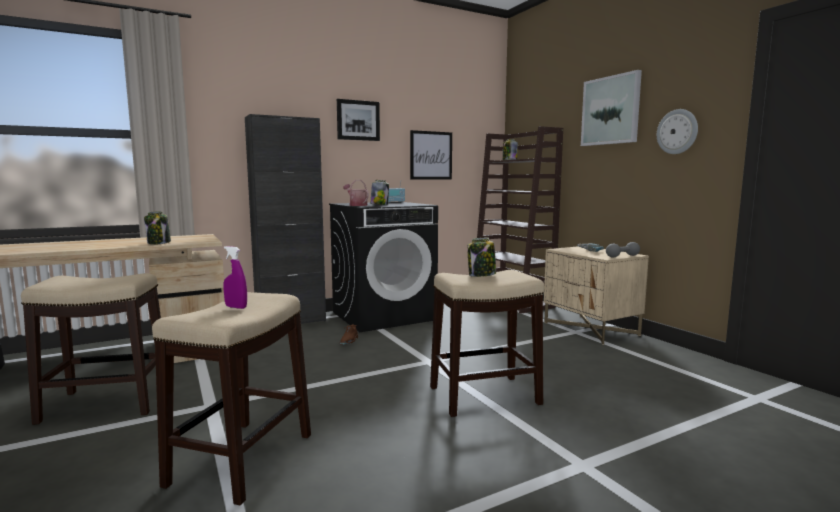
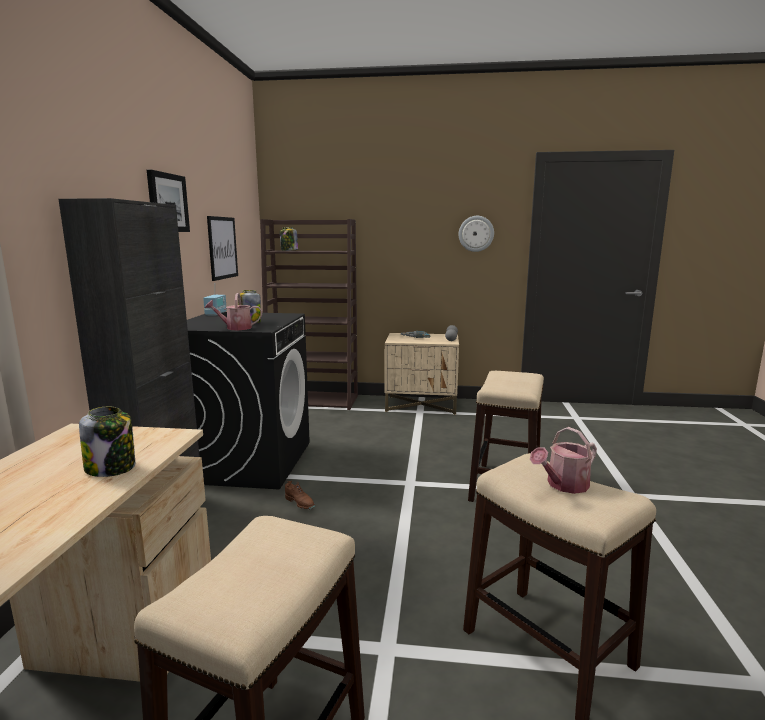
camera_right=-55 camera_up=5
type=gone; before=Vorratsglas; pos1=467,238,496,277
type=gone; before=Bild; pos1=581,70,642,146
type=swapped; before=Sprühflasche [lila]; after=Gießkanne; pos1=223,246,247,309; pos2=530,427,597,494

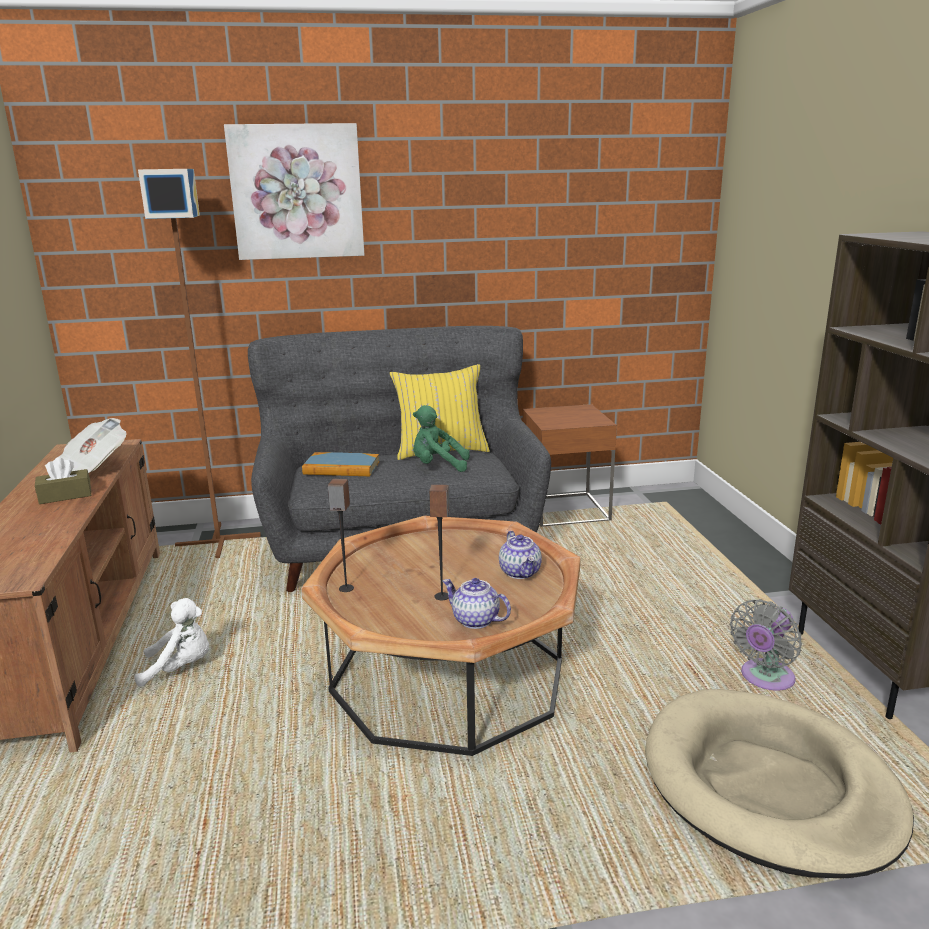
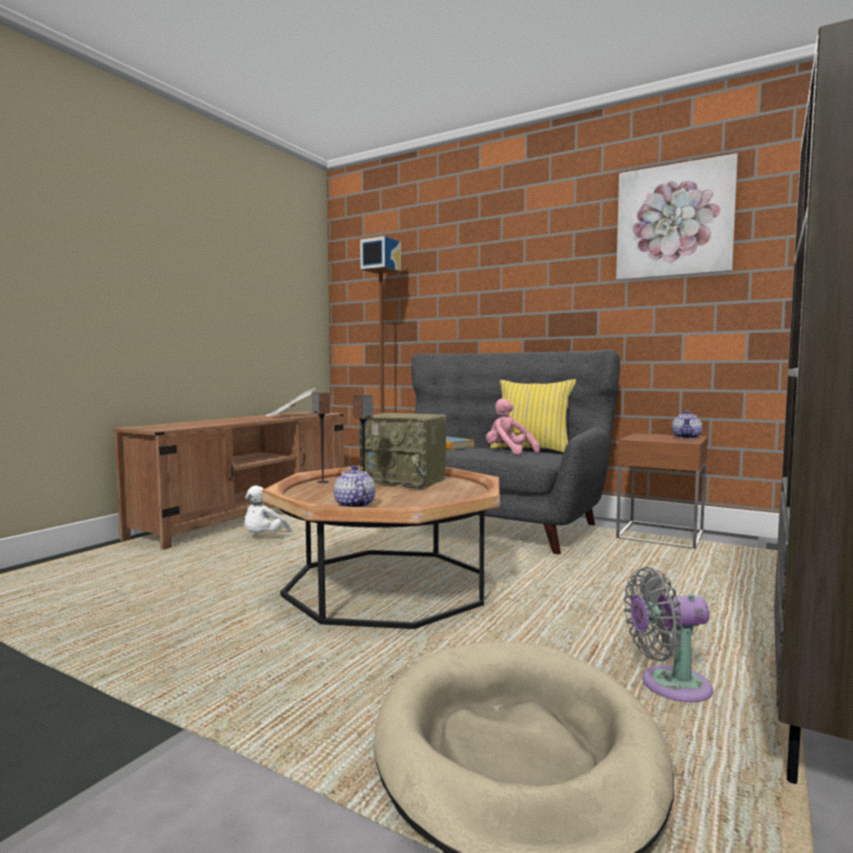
camera_right=40 camera_up=-15
type=gone; before=Taschentuchbox [braun]; pos1=35,457,91,504
type=new; after=Radio; pos2=359,413,446,489
type=shifted; before=Bild; pos1=224,123,364,260; pos2=616,153,738,280
type=shifted; before=Teekanne; pos1=499,531,542,579; pos2=672,410,702,439
type=repainted; before=Plüschtier [grün]; after=Plüschtier [rosa]; pos1=413,405,470,472; pos2=486,398,540,455
type=rotated; before=Plüschtier [weiß]; pos1=134,598,209,687; pos2=244,485,291,533; turn=75

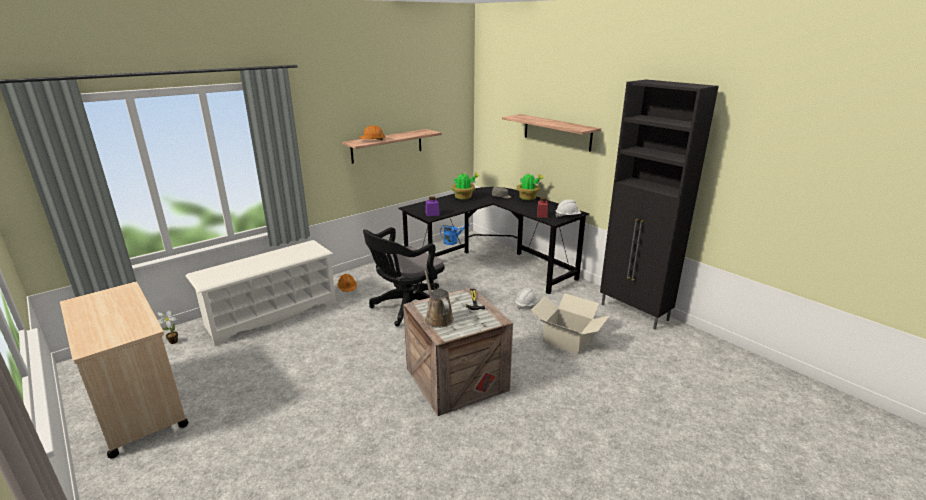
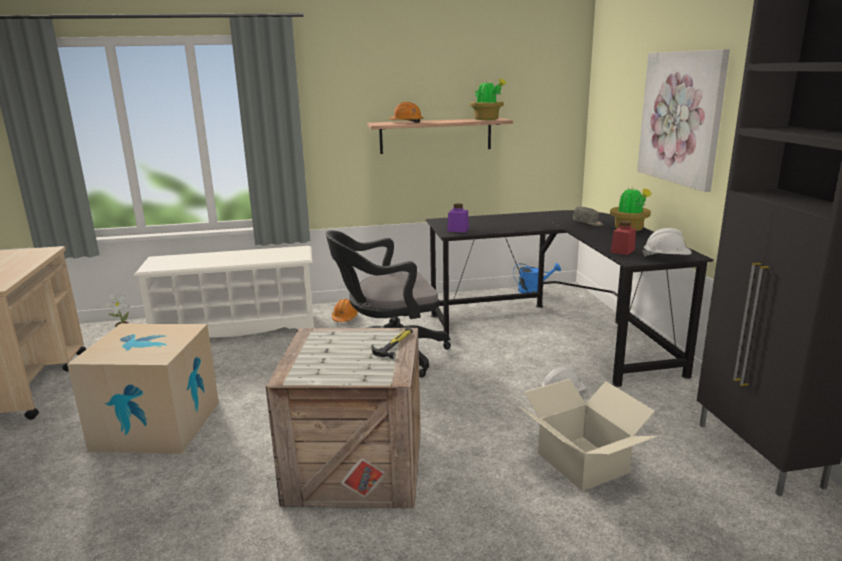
camera_right=30 camera_up=-5
type=gone; before=Gießkanne [braun]; pos1=424,270,454,328
type=new; after=Karton; pos2=67,324,219,454
type=shifted; before=Topfpflanze; pos1=452,172,479,200; pos2=469,78,506,120
type=swapped; before=Wandregal; after=Bild; pos1=502,114,601,152; pos2=637,49,730,192

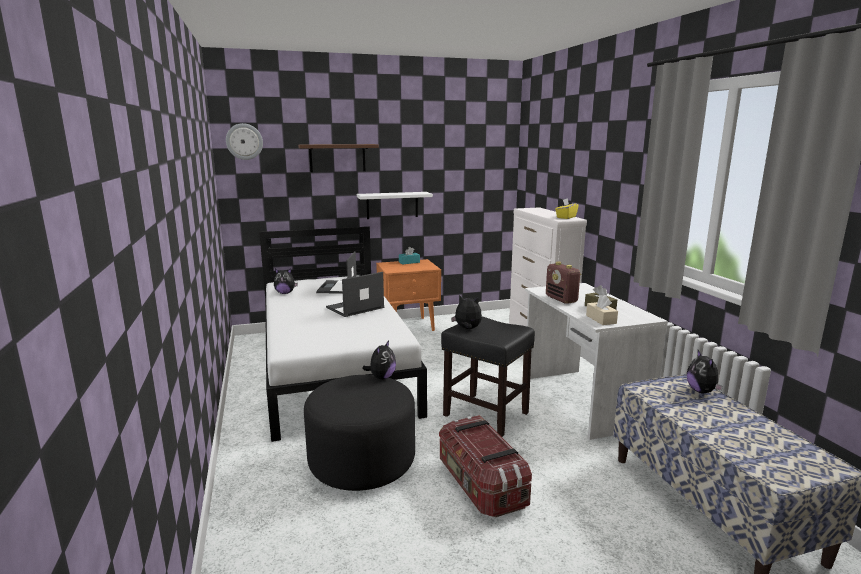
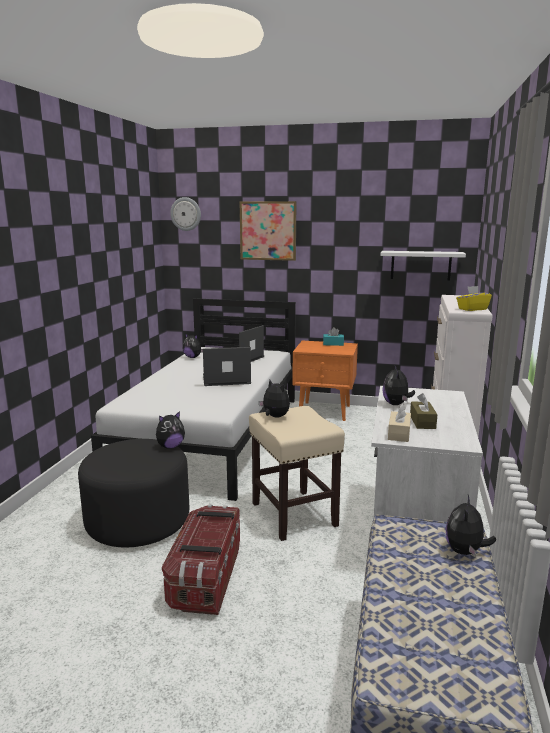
camera_right=30 camera_up=0
type=shifted; before=Wandregal [weiß]; pos1=357,192,433,219; pos2=380,251,466,280
type=swapped; before=Wandregal [braun]; after=Bild; pos1=298,144,379,172; pos2=240,201,297,261
type=swapped; before=Radio; after=Plüschtier; pos1=546,261,581,304; pos2=382,364,415,405
type=repainted; before=Hocker [schwarz]; after=Hocker [beige]; pos1=441,317,535,437; pos2=249,406,345,541

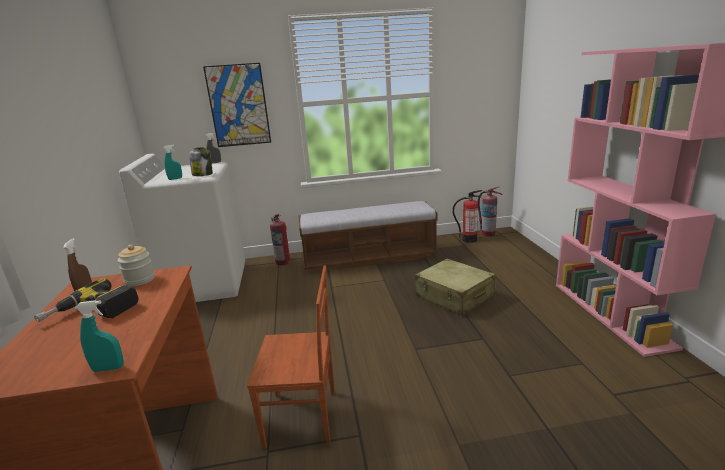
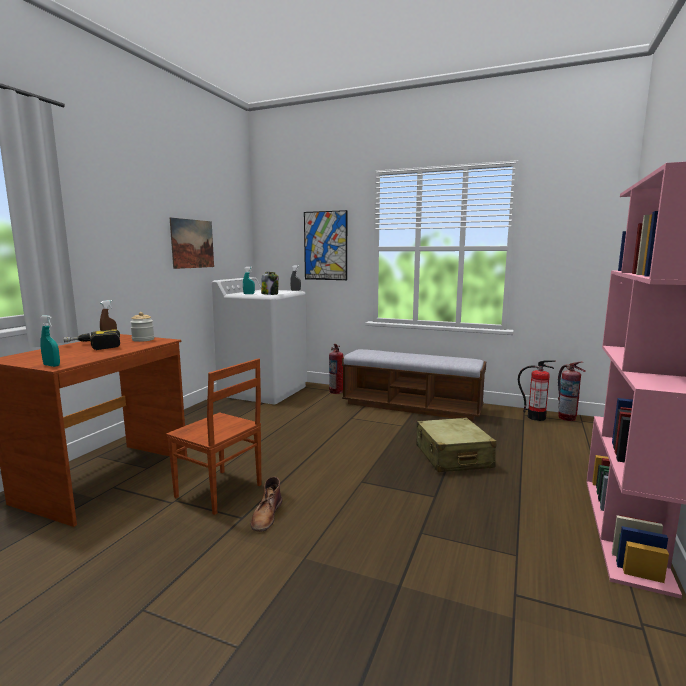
camera_right=30 camera_up=-10
type=new; after=Bild; pos2=170,217,214,269
type=new; after=Stiefel [braun]; pos2=251,477,282,532

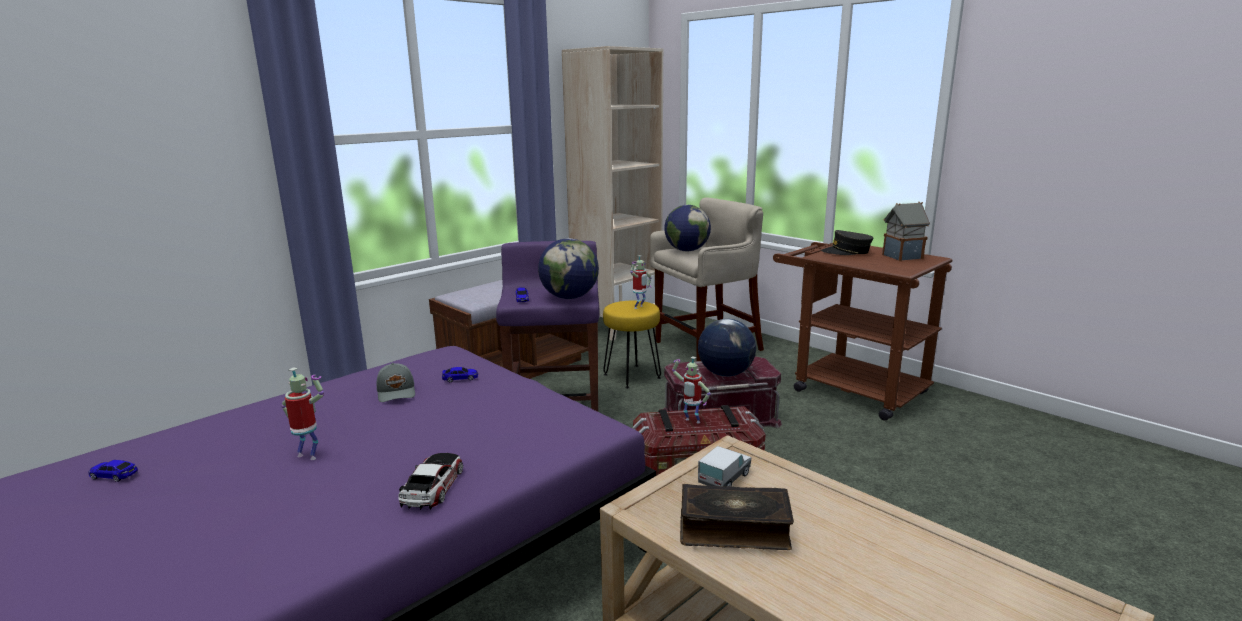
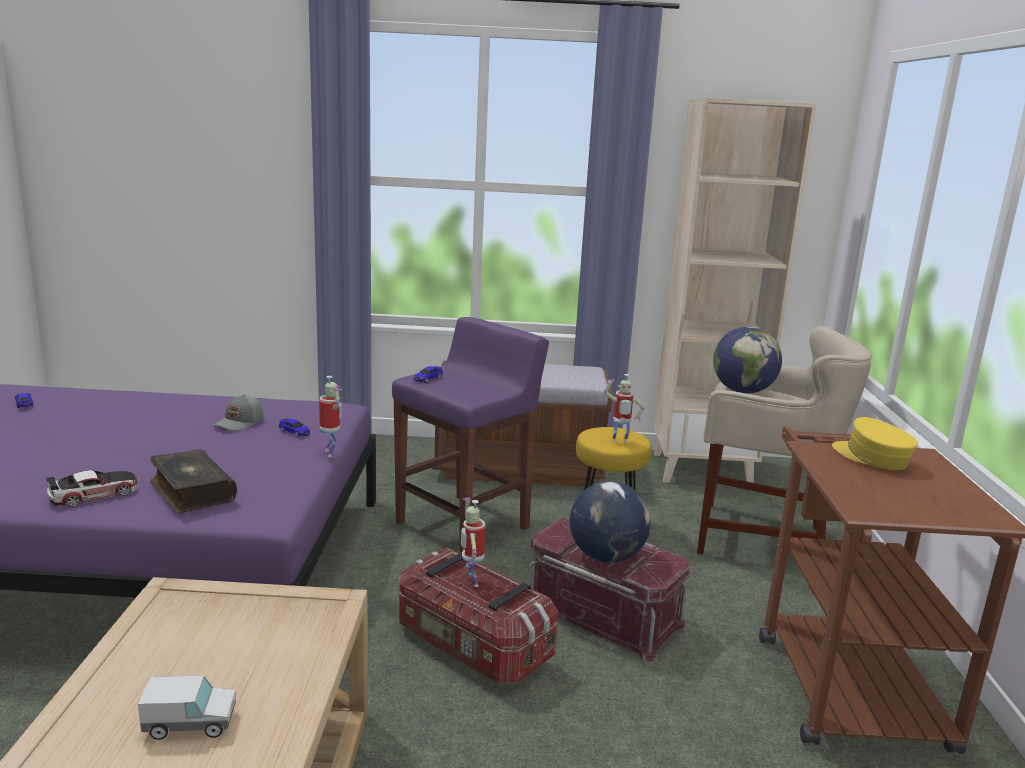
camera_right=45 camera_up=0
type=gone; before=Globus; pos1=538,238,599,299
type=gone; before=Spielzeughaus; pos1=882,202,930,261
type=shifted; before=Spielzeugroboter; pos1=281,368,324,460; pos2=319,376,342,457
type=shifted; before=Buch; pos1=680,484,794,550; pos2=150,449,237,513
type=shifted; before=Spielzeuglaster; pos1=698,446,751,487; pos2=138,676,236,740
type=repainted; before=Kappe [grau]; after=Kappe [gelb]; pos1=821,230,873,255; pos2=832,417,918,470

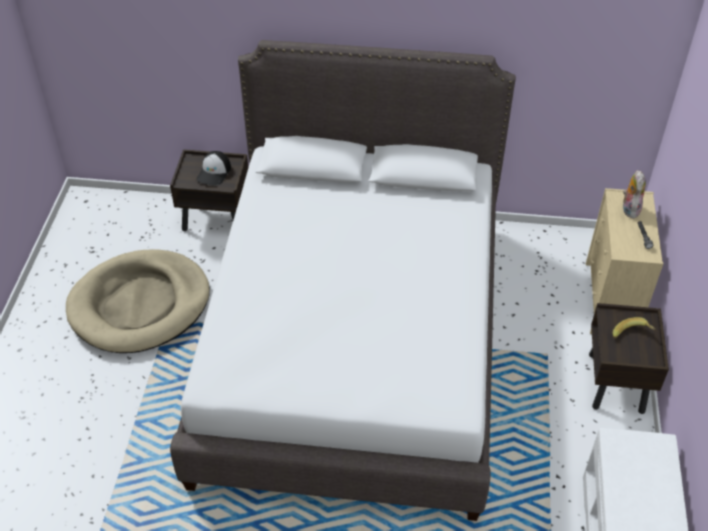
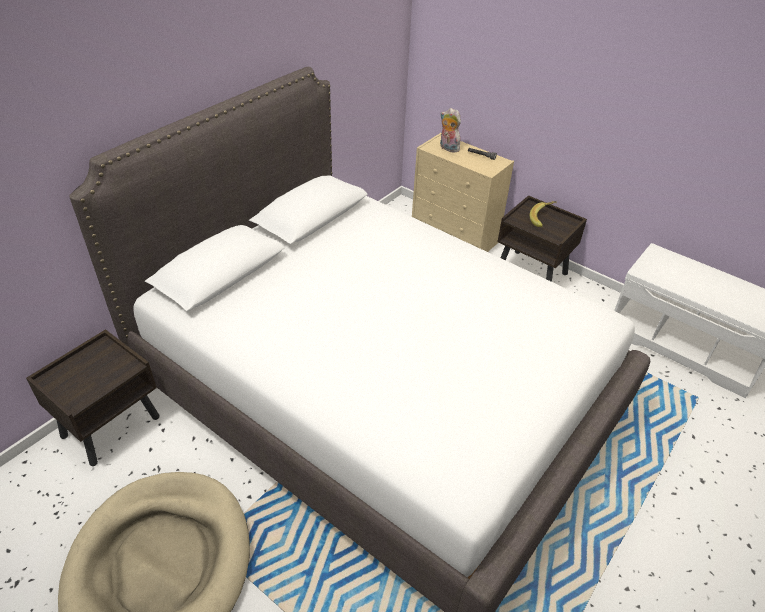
camera_right=-60 camera_up=-5
type=gone; before=Kappe; pos1=197,151,231,185

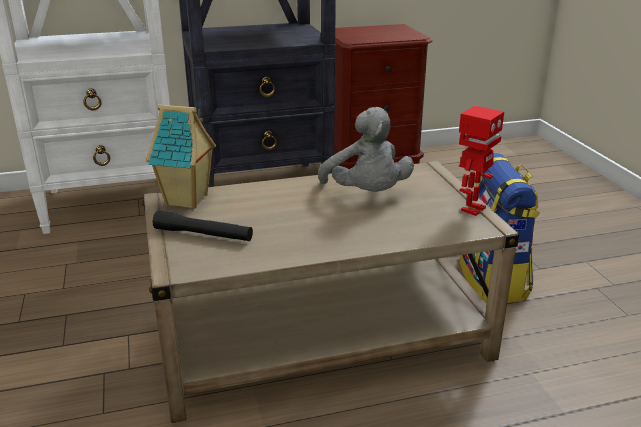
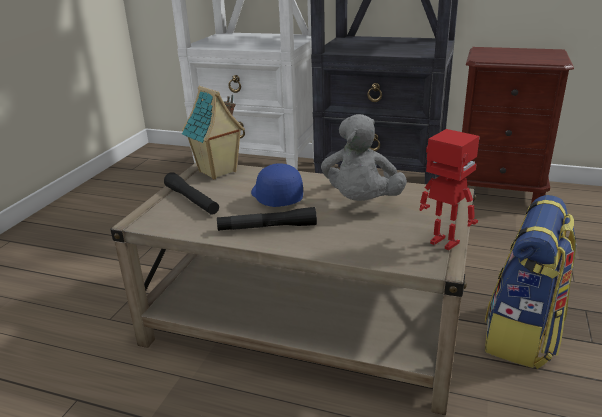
camera_right=35 camera_up=0
type=new; after=Taschenlampe [schwarz]; pos2=217,207,317,231
type=new; after=Kappe [blau]; pos2=251,163,303,207
type=rotated; before=Spielzeugroboter; pos1=459,106,504,216; pos2=419,129,480,250; turn=-120

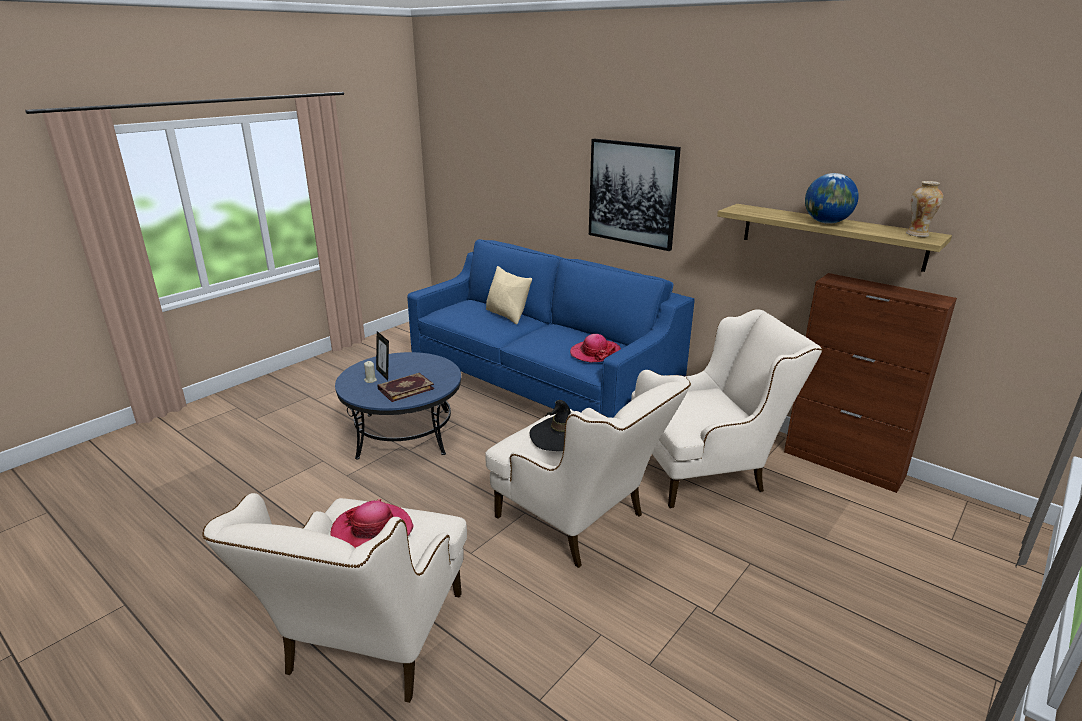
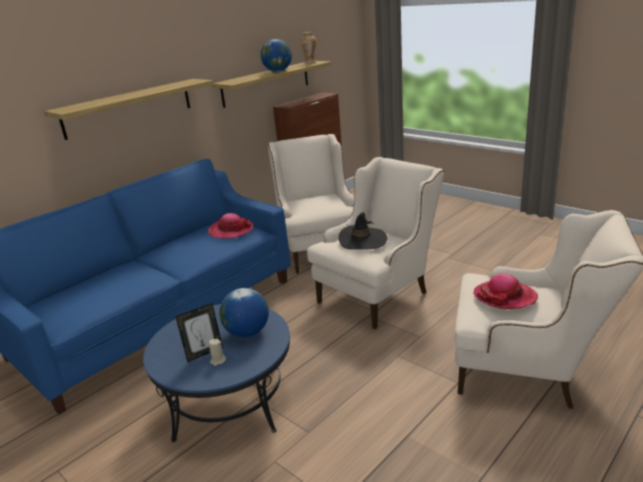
camera_right=-85 camera_up=0
type=gone; before=Kissen [beige]; pos1=486,266,532,324
type=swapped; before=Buch; after=Globus; pos1=377,373,434,402; pos2=219,288,269,337
type=swapped; before=Bild; after=Wandregal; pos1=589,138,681,251; pos2=44,79,214,140

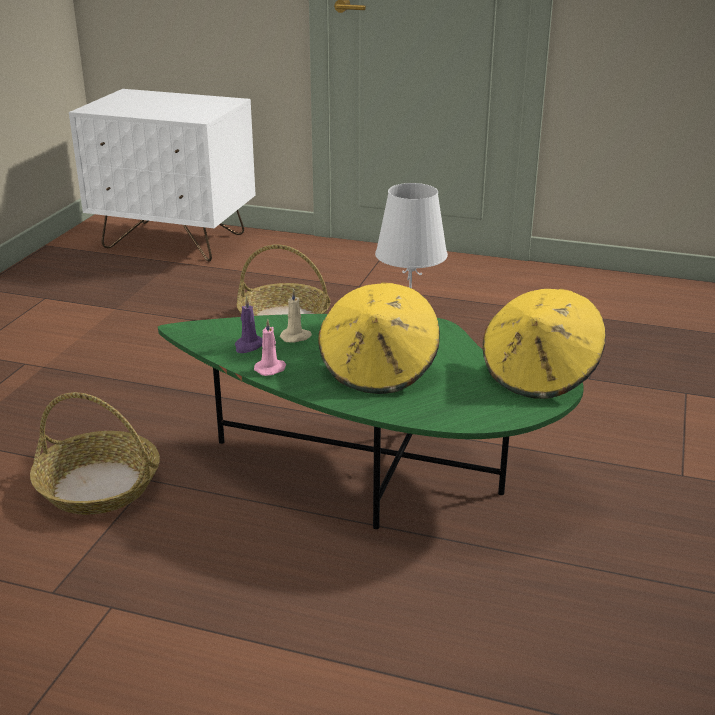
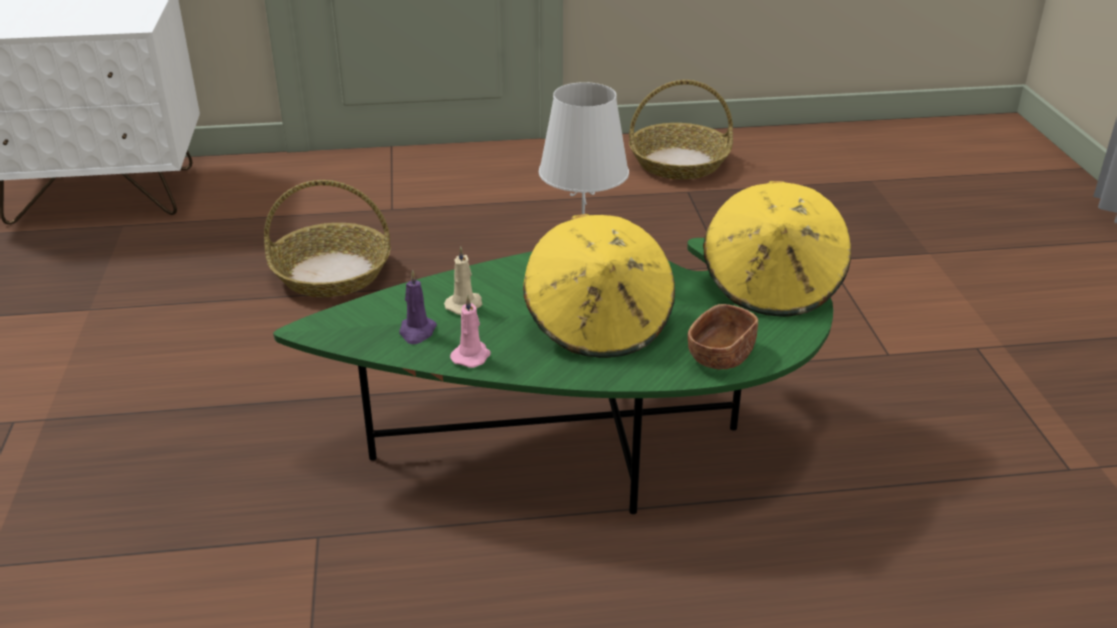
camera_right=-25 camera_up=5
type=new; after=Schüssel [braun]; pos2=688,304,758,369
type=shifted; before=Korb; pos1=30,392,160,515; pos2=629,80,733,179

